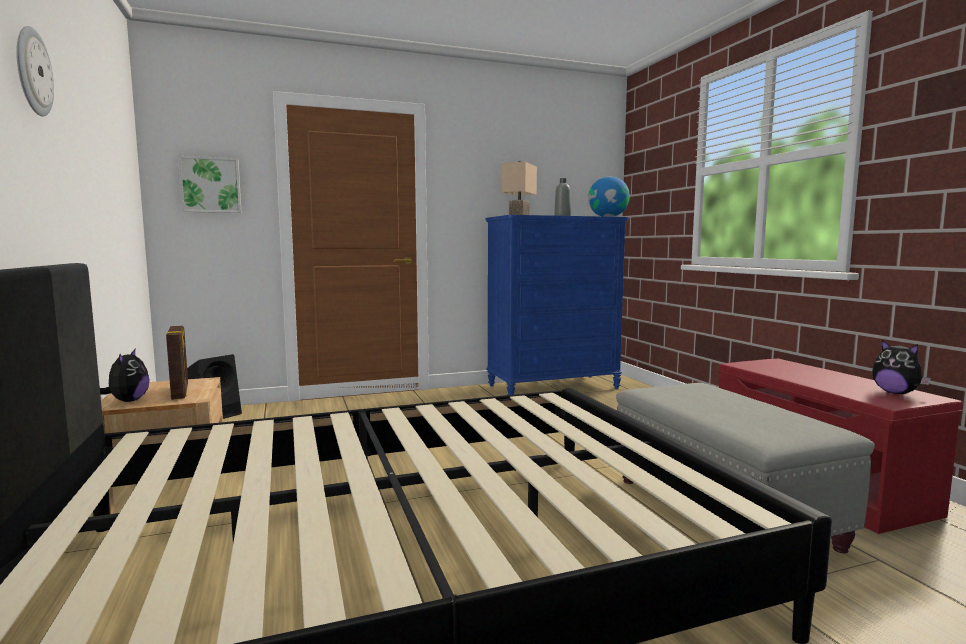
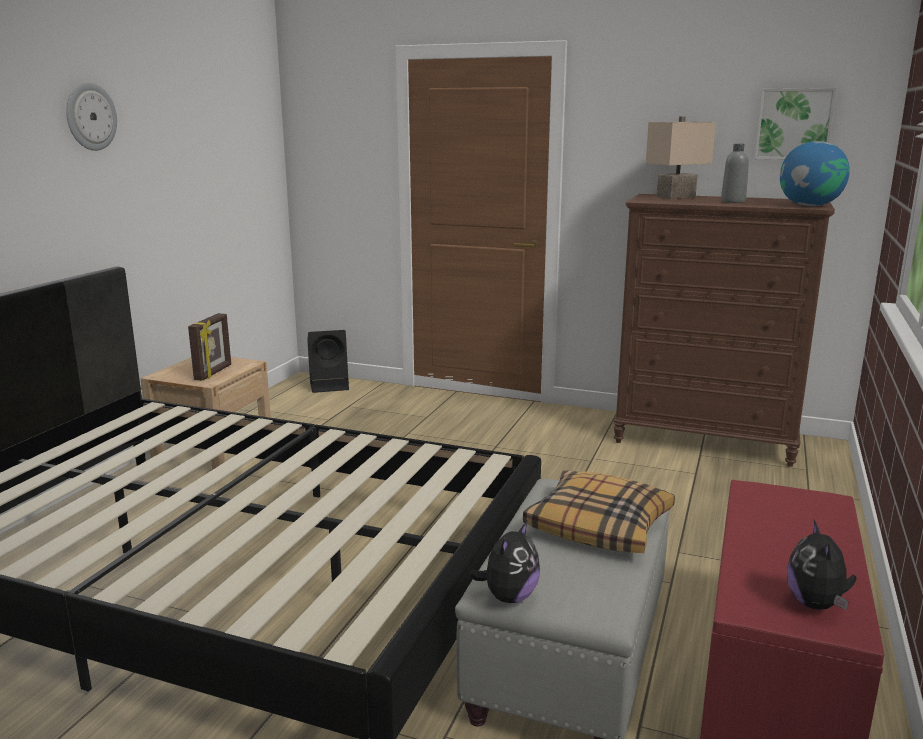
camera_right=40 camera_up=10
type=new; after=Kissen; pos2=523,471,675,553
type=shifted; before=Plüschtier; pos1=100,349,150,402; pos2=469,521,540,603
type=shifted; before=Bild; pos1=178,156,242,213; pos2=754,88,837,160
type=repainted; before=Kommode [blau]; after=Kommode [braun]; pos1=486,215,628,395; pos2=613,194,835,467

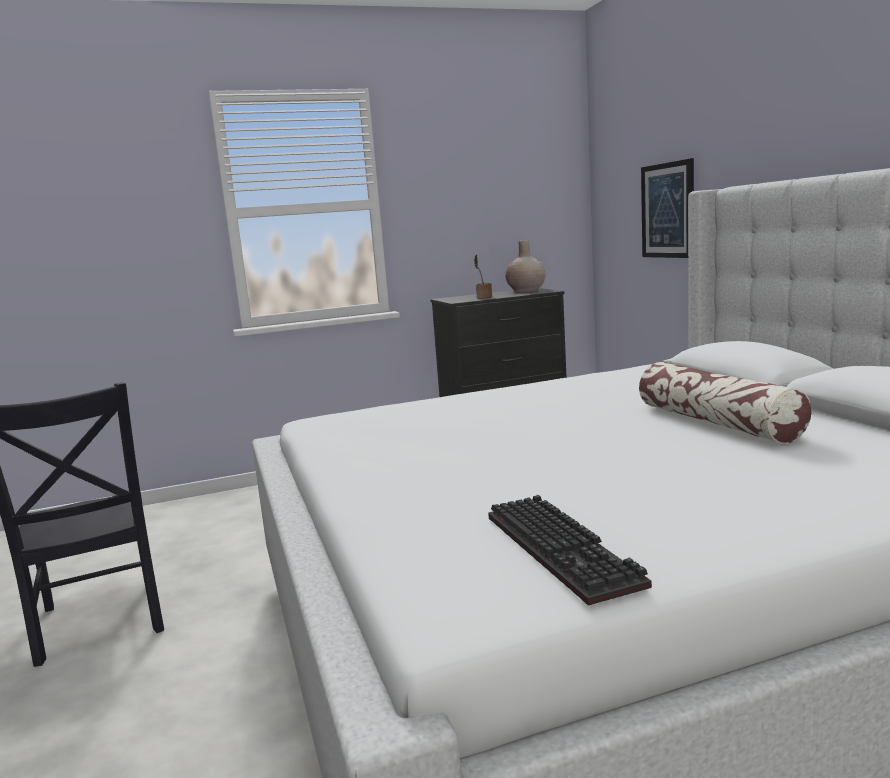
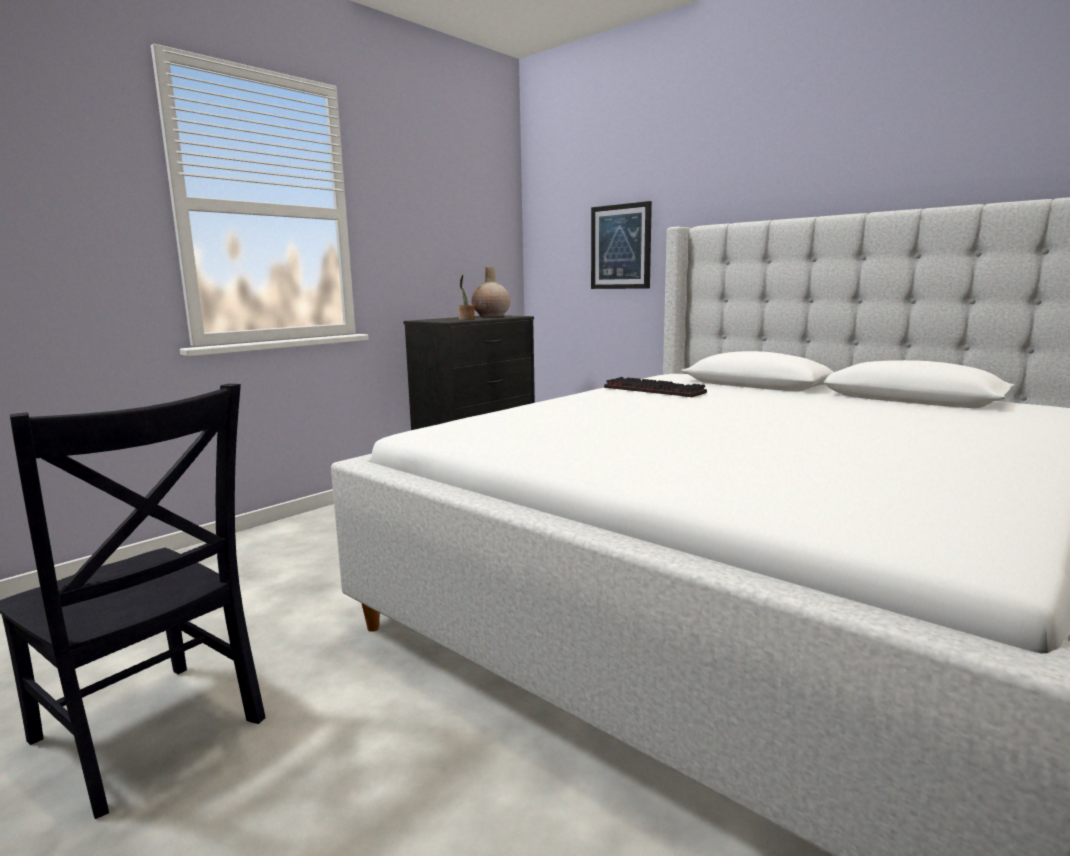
camera_right=-30 camera_up=0
type=gone; before=Kissen; pos1=639,362,811,444
type=shifted; before=Tastatur; pos1=488,495,652,606; pos2=604,377,707,397

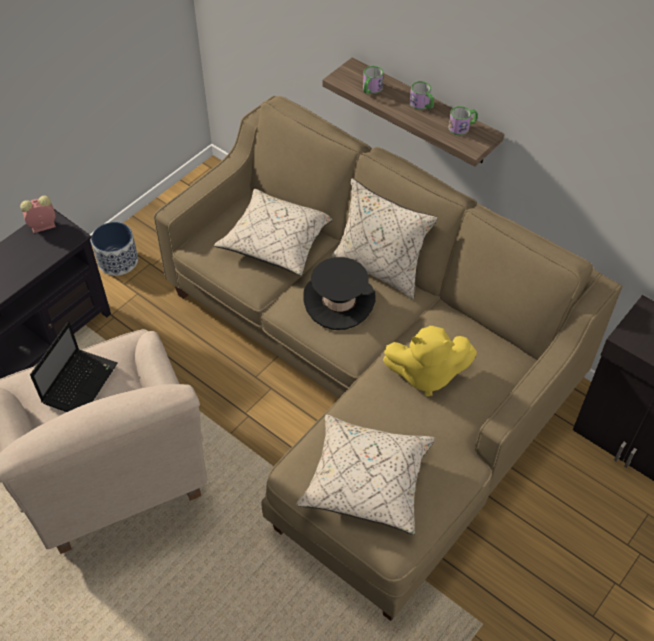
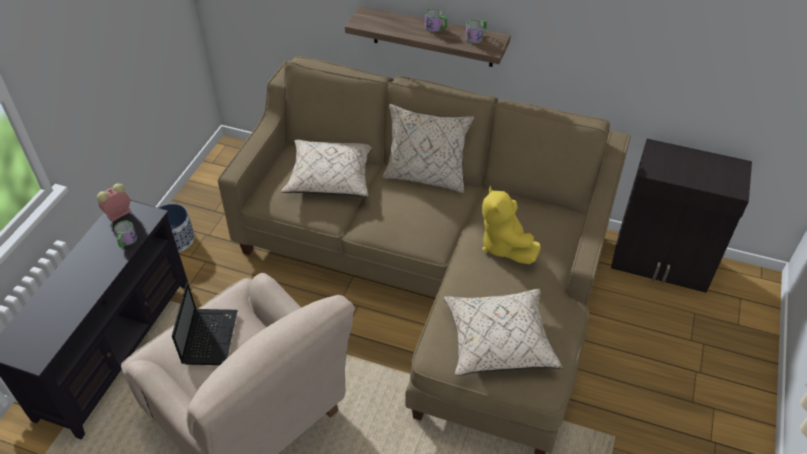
camera_right=-20 camera_up=-5
type=gone; before=Hut [schwarz]; pos1=303,257,376,330
type=shifted; before=Henkelbecher; pos1=363,66,383,94; pos2=114,221,137,247
type=rotated; before=Plüschtier [gelb]; pos1=383,326,477,396; pos2=482,186,541,264; turn=90

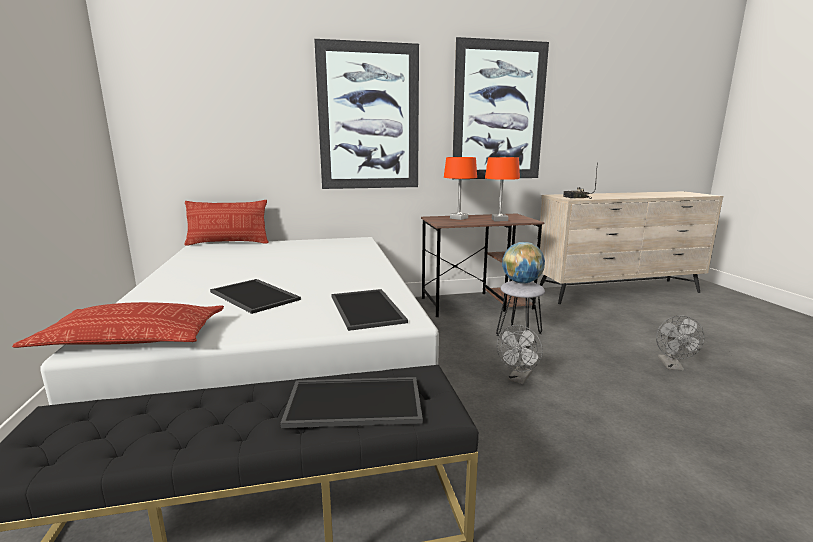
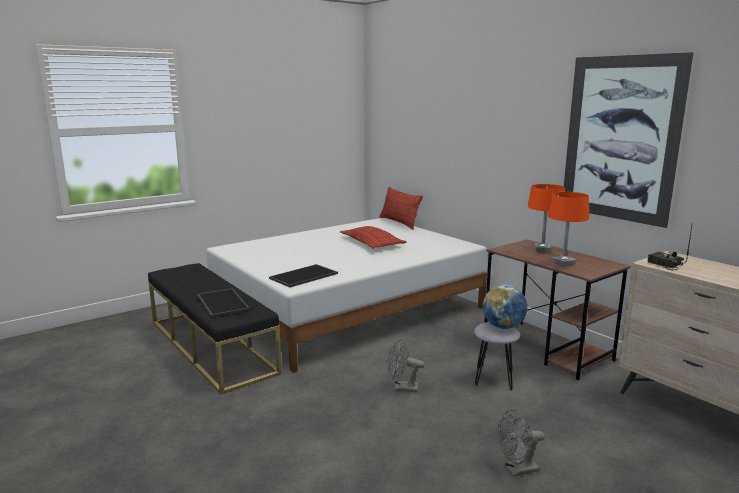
camera_right=65 camera_up=0
type=gone; before=Tablett; pos1=210,279,301,314
type=gone; before=Bild; pos1=314,39,419,189
type=shifted; before=Kissen; pos1=12,302,224,348; pos2=340,226,406,249

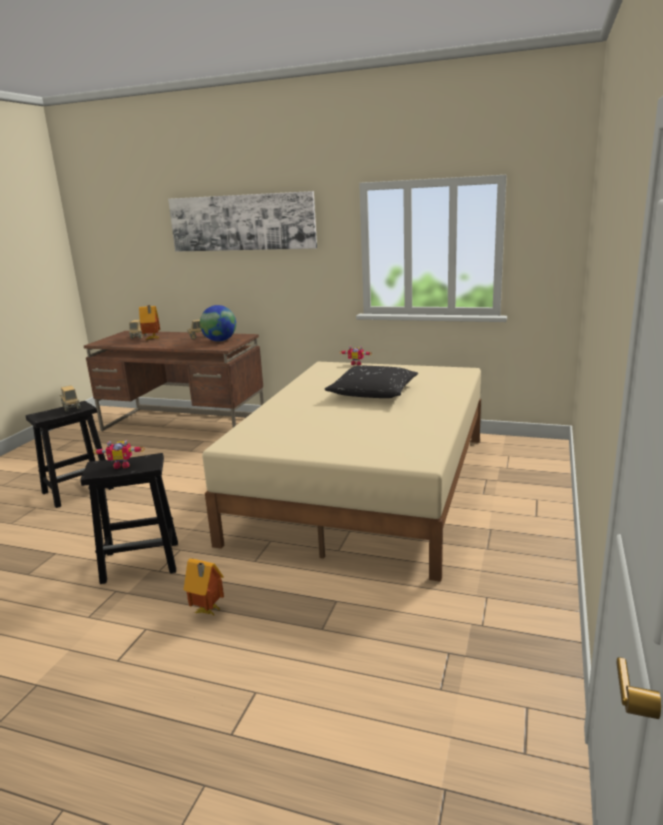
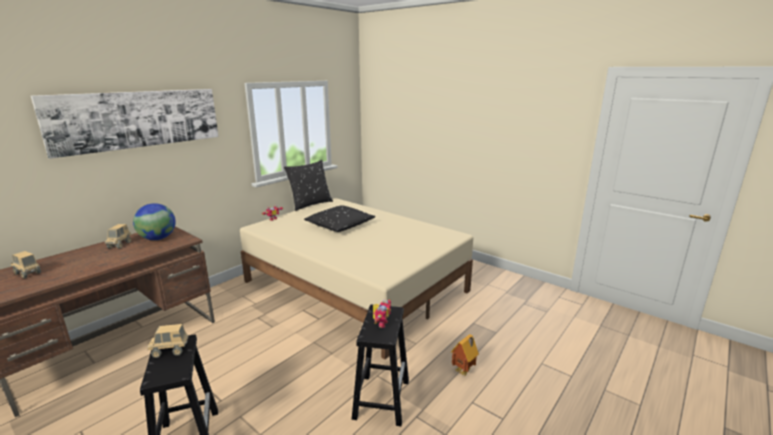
camera_right=-70 camera_up=0
type=gone; before=Spielzeughaus; pos1=139,305,160,340
type=new; after=Kissen [schwarz]; pos2=284,160,333,211

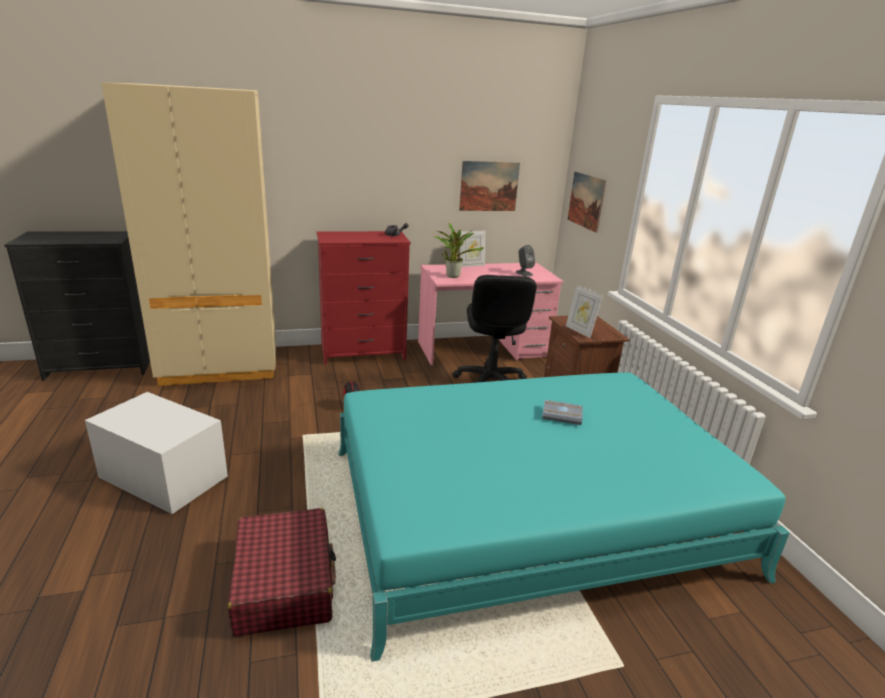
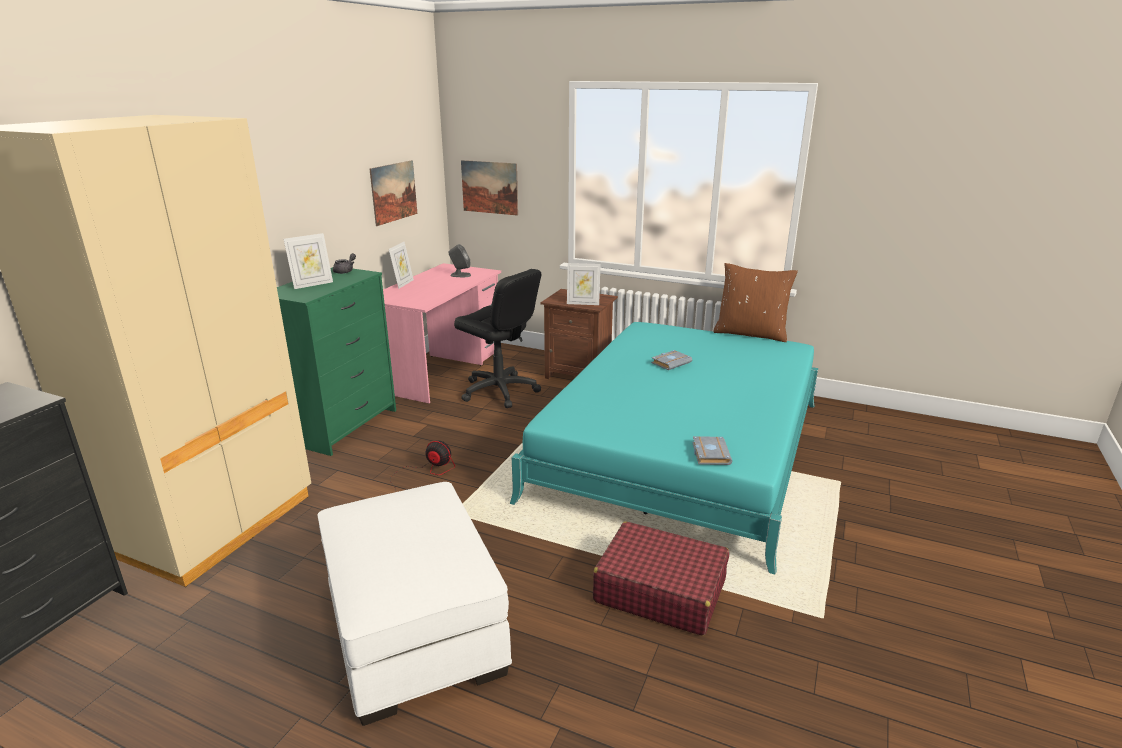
camera_right=-50 camera_up=0
type=gone; before=Topfpflanze; pos1=435,223,484,278
type=new; after=Bilderrahmen; pos2=284,233,333,289
type=new; after=Buch [grau]; pos2=692,436,732,465
type=new; after=Kissen [braun]; pos2=713,263,798,342
type=swapped; before=Aufbewahrungsbox [weiß]; after=Polsterhocker [weiß]; pos1=85,392,228,514; pos2=317,482,512,726
type=repainted; before=Kommode [rot]; after=Kommode [grün]; pos1=317,231,411,365; pos2=277,267,396,456

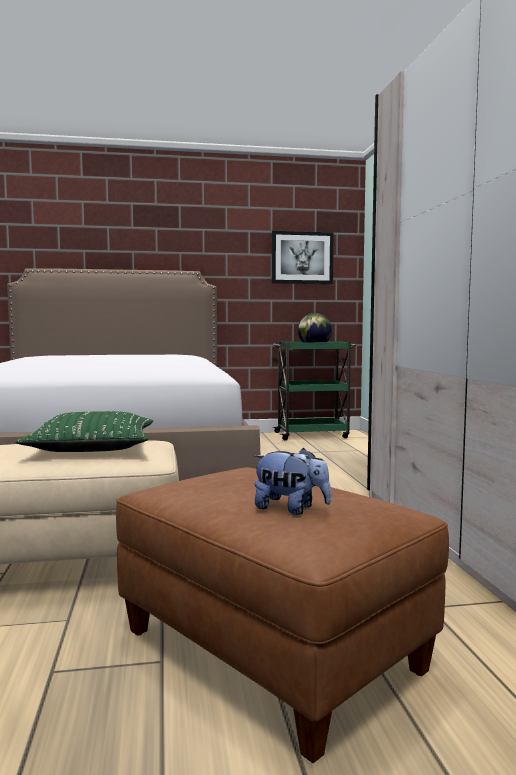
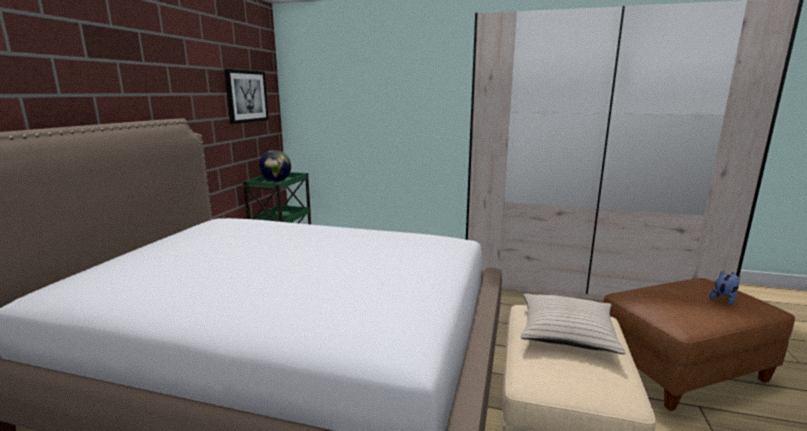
camera_right=-65 camera_up=10
type=repainted; before=Kissen [grün]; after=Kissen [beige]; pos1=15,411,153,452; pos2=521,294,625,354

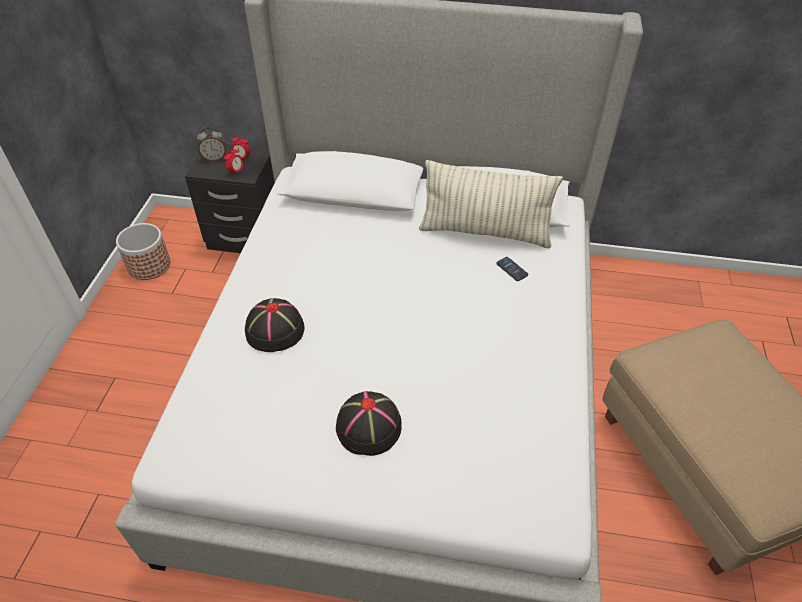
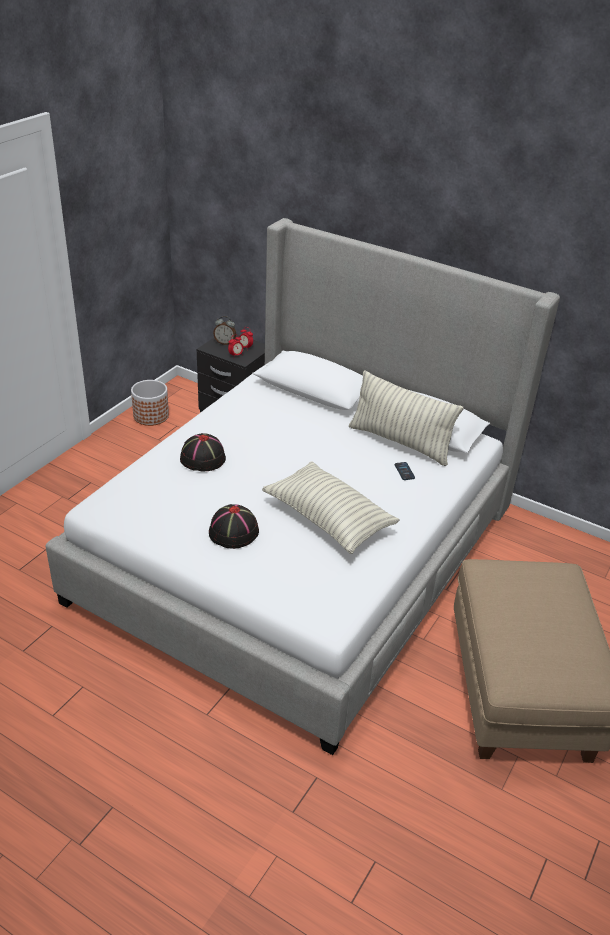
camera_right=20 camera_up=-10
type=new; after=Kissen; pos2=262,461,400,554

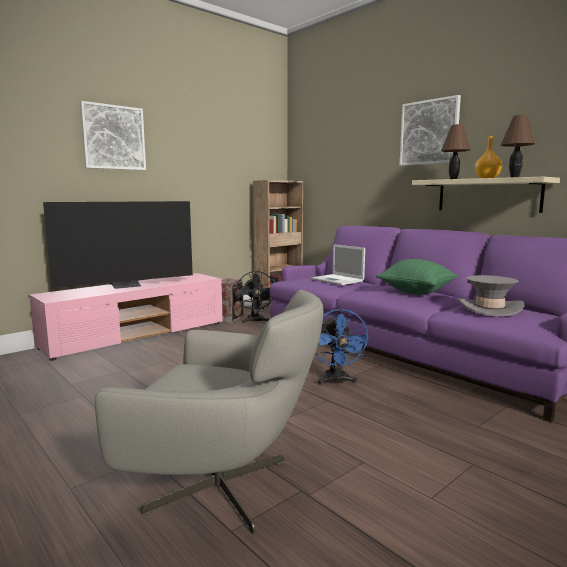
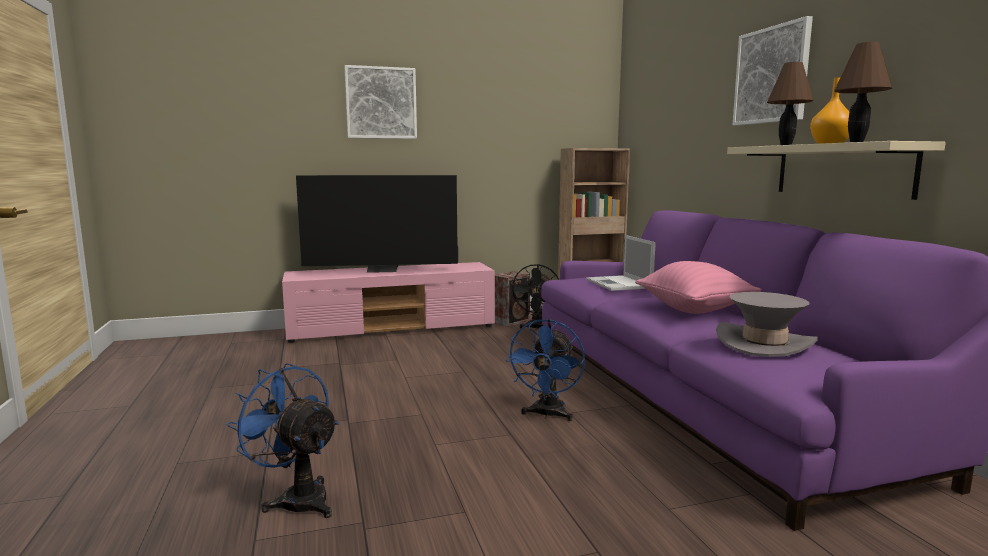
camera_right=25 camera_up=0
type=swapped; before=Sessel [grau]; after=Ventilator [blau]; pos1=95,290,323,535; pos2=227,363,339,518
type=repainted; before=Kissen [grün]; after=Kissen [rosa]; pos1=376,259,458,295; pos2=635,261,762,314

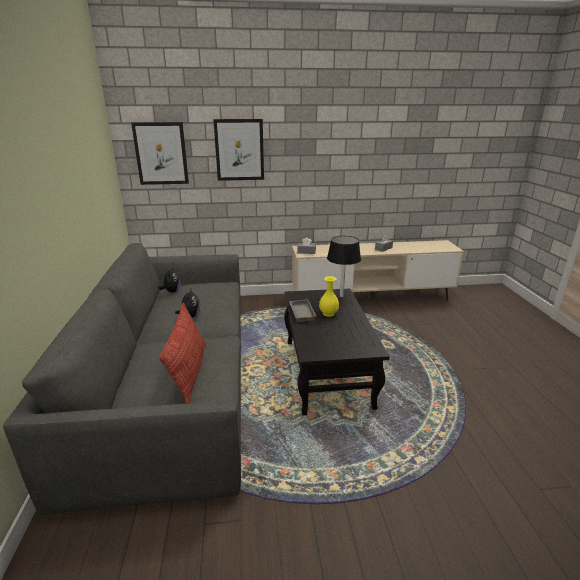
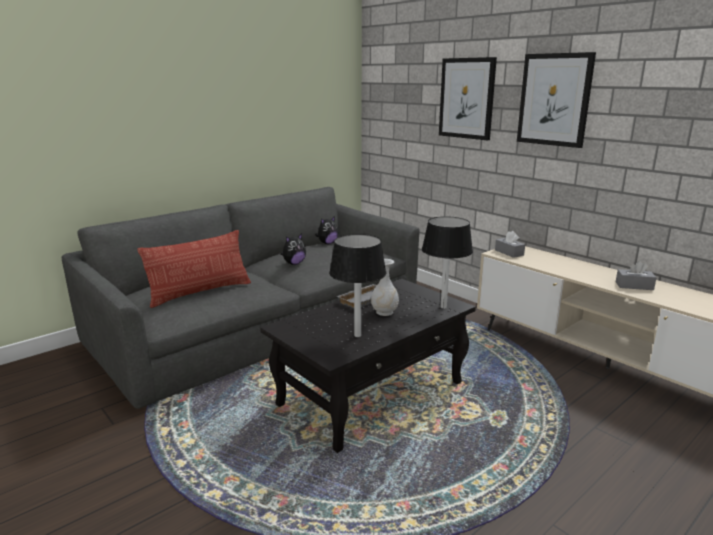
camera_right=55 camera_up=-5
type=new; after=Tischlampe [schwarz]; pos2=329,234,386,337
type=shifted; before=Bild; pos1=131,122,189,185; pos2=517,52,596,148
type=repainted; before=Vase [gelb]; after=Vase [weiß]; pos1=319,276,339,317; pos2=371,259,399,316

